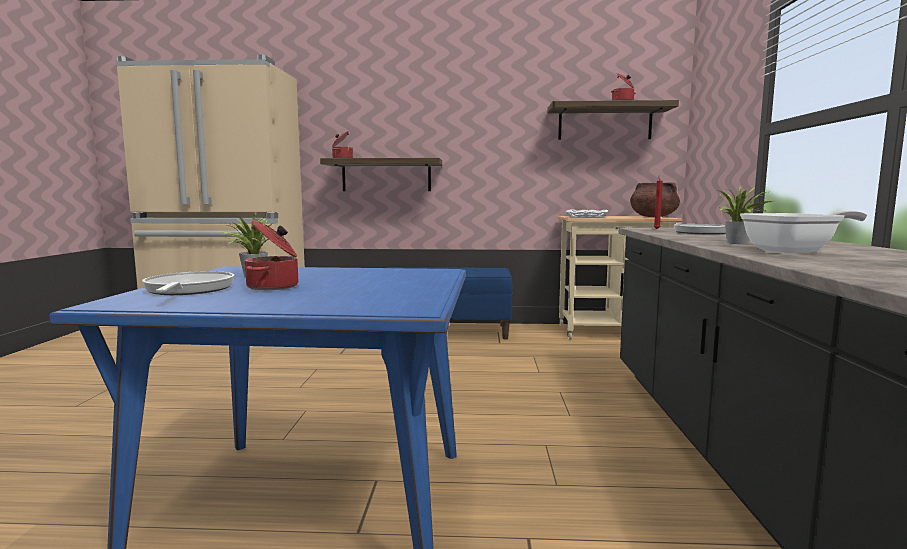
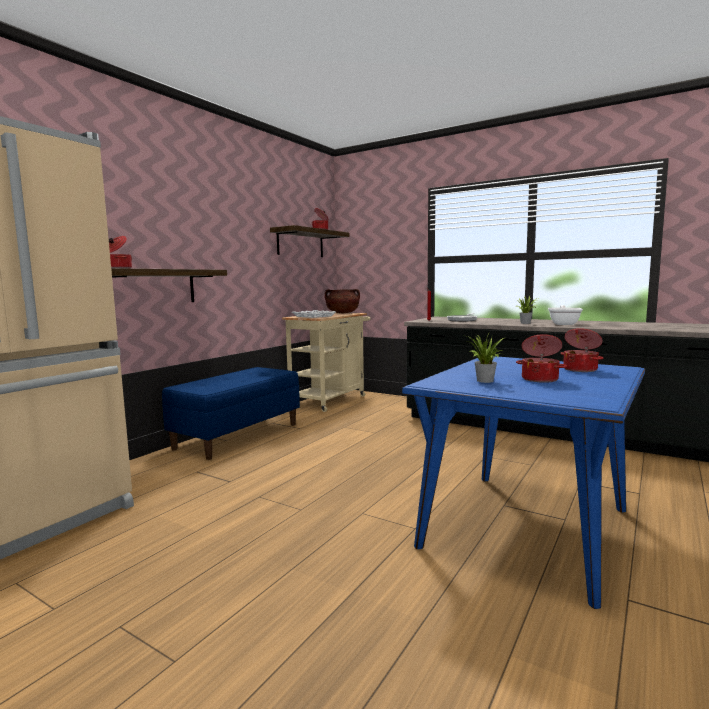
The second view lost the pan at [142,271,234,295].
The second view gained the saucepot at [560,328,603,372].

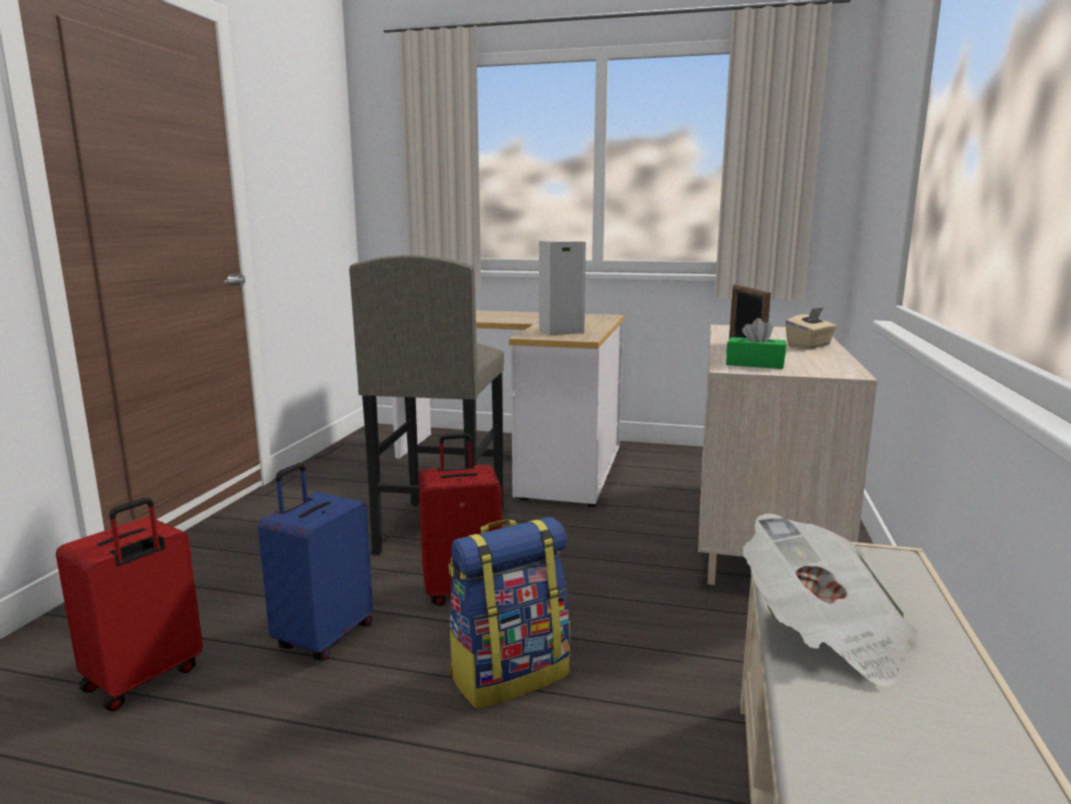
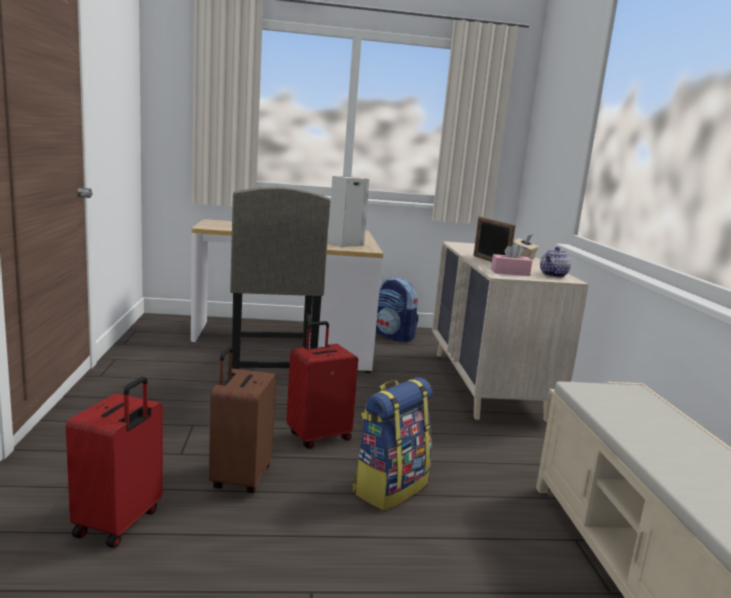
The second view lost the printed paper at [743,513,918,688].
The second view gained the knapsack at [376,277,418,342].
The second view gained the pot for tea at [540,247,571,278].
What was the blue travel case at [258,463,373,660] turned into the brownish travel case at [209,346,276,493].
What was the greenish tissue holder at [726,318,786,369] turned into the pink-coloured tissue holder at [491,243,532,276].

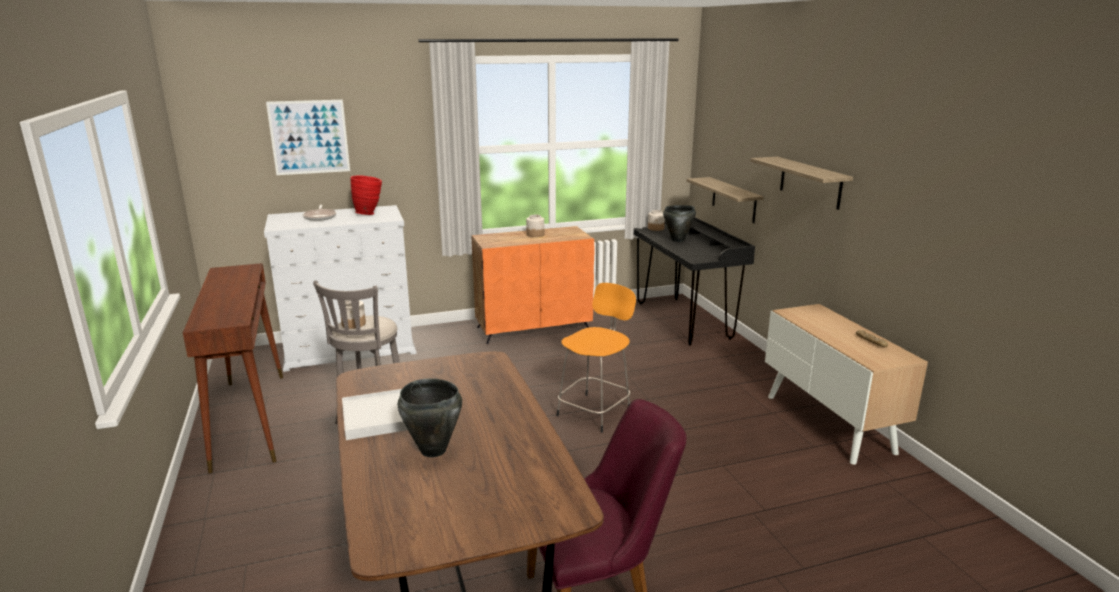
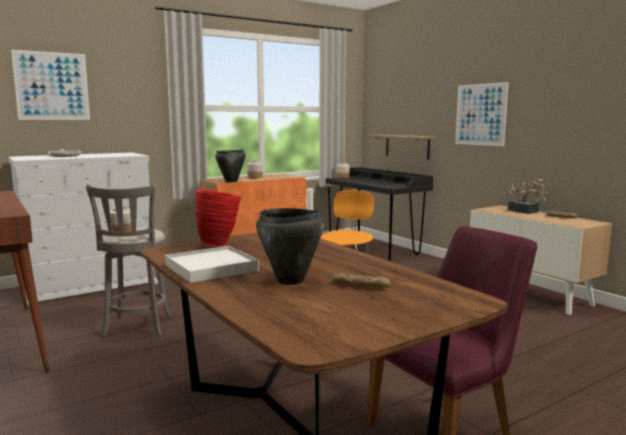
The second view gained the baked bread at [332,273,391,288].
The second view gained the plant in a pot at [504,178,550,214].
The red-coloured vase ended up elsewhere, having gone from [351,175,382,215] to [195,190,241,246].
The blackish saucepot ended up elsewhere, having gone from [663,205,696,242] to [215,149,246,182].
Where the shelf hung at [750,157,853,210], the picture came to hang at [455,82,509,146].

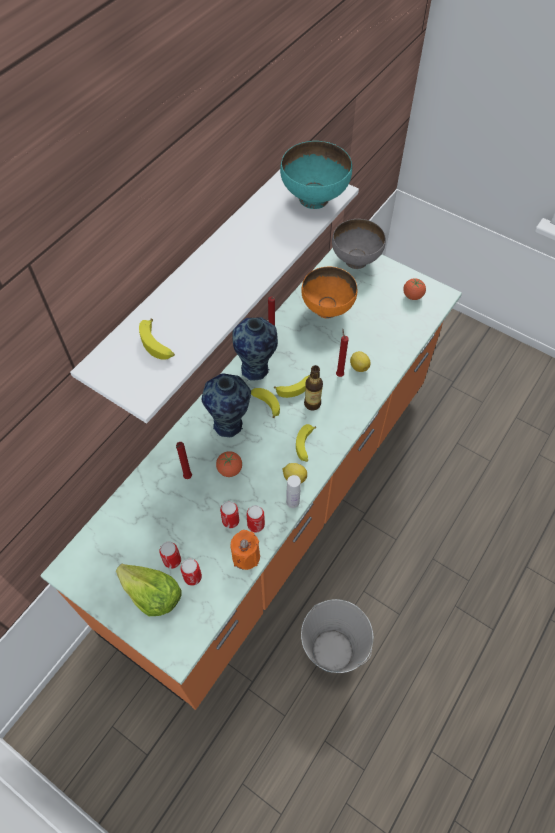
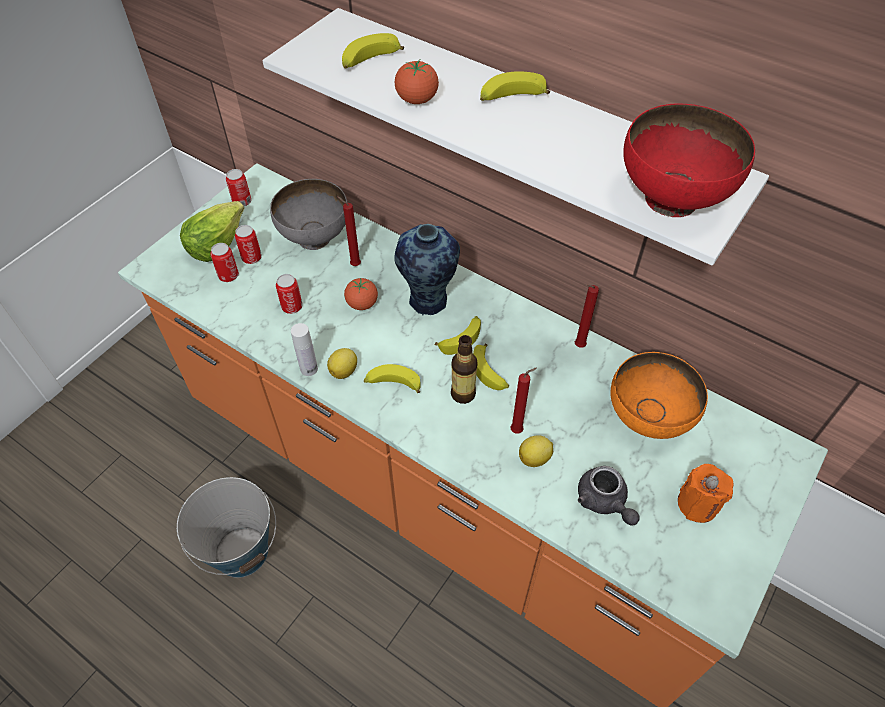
The second view lost the vase at [232,317,278,381].
The second view gained the banana fruit at [480,71,550,101].
The second view gained the greyish pot for tea at [578,466,640,526].
The orange-coloured candle ended up elsewhere, having gone from [231,530,260,570] to [678,464,733,523].
The metal can ended up elsewhere, having gone from [246,505,265,532] to [226,169,251,206].
The greyish serving bowl ended up elsewhere, having gone from [332,219,386,269] to [270,179,348,250].
The fresh tomato ended up elsewhere, having gone from [403,278,426,300] to [395,60,439,104].
What was the turquoise-coloured serving bowl at [280,141,352,209] turned into the red-coloured serving bowl at [623,104,755,217].

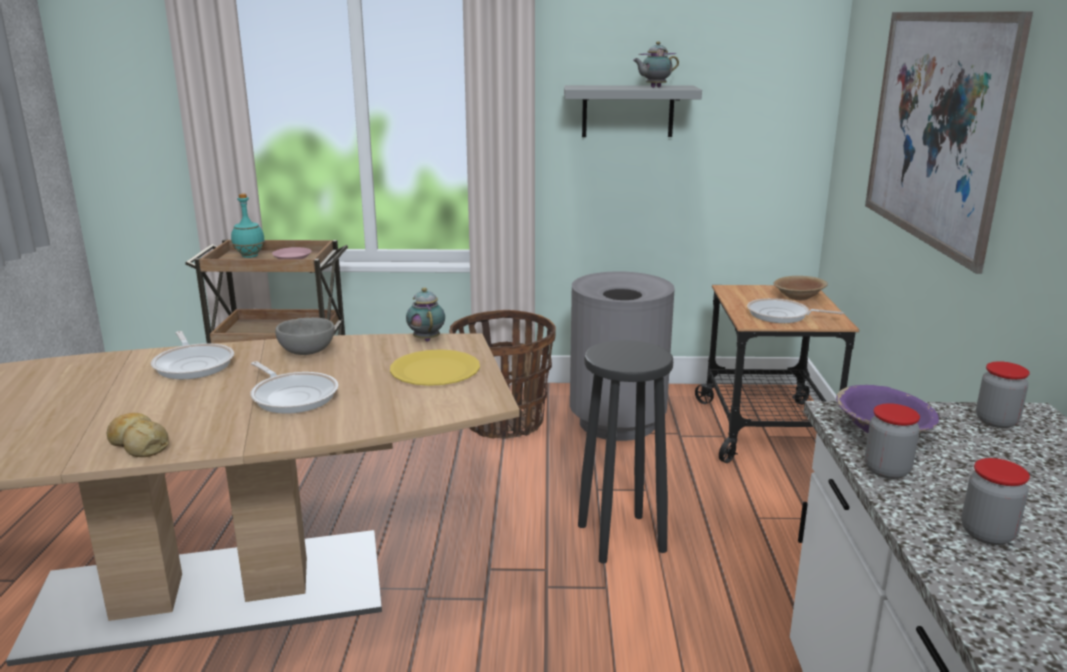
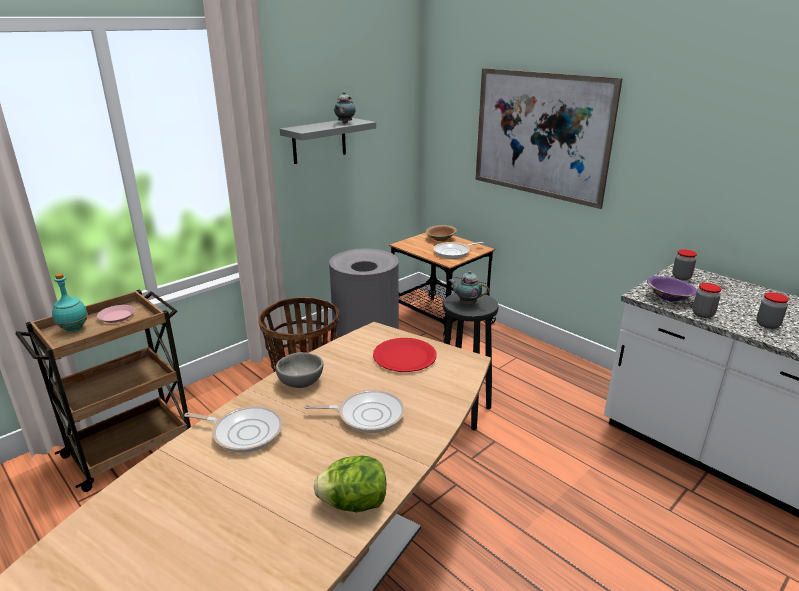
The pot for tea ended up elsewhere, having gone from [406,287,445,342] to [448,271,489,305].
Where the baked bread stood at [107,413,169,457], the lettuce came to stand at [314,456,387,512].
What was the yellow flat dish at [390,349,480,386] turned into the red-coloured flat dish at [373,338,437,372].

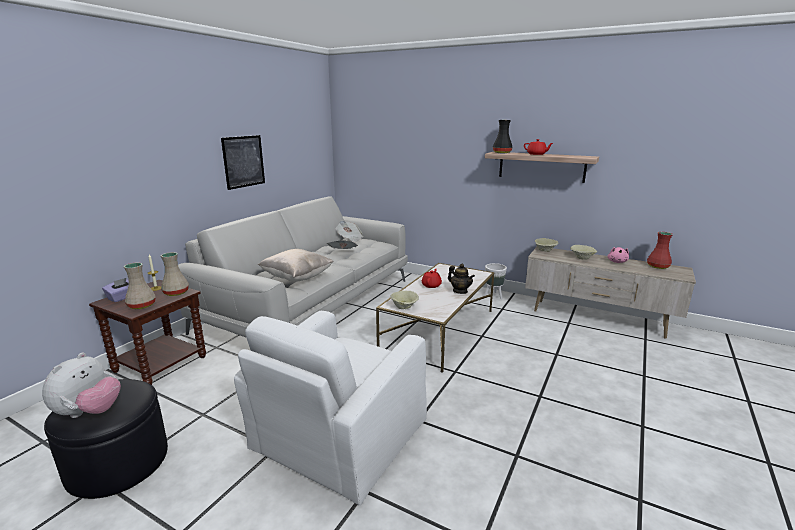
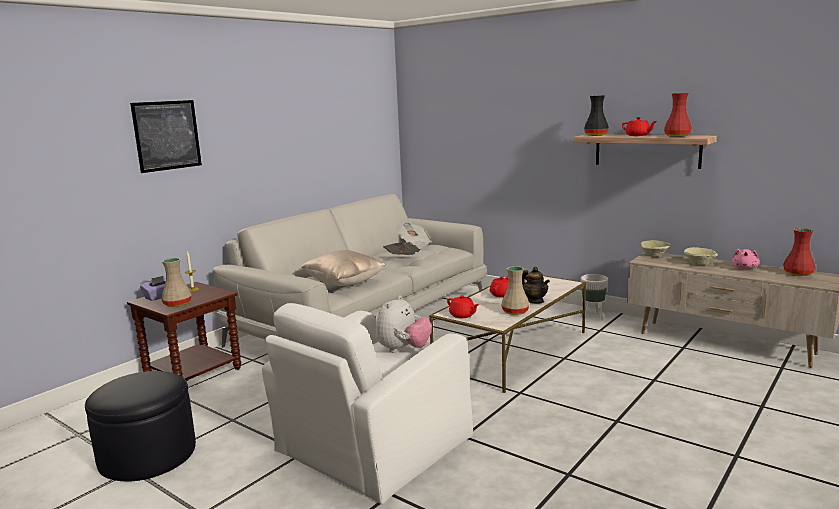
The second view gained the red-coloured vase at [664,93,692,137].
The cuddly toy ended up elsewhere, having gone from [42,353,121,418] to [376,295,432,353].
The beige-coloured vase ended up elsewhere, having gone from [161,252,189,296] to [501,266,529,315].
The picture ended up elsewhere, having gone from [221,135,265,190] to [130,100,202,173].
Where the beige-coloured serving bowl stood at [391,291,419,309], the red-coloured pot for tea came to stand at [447,295,479,318].

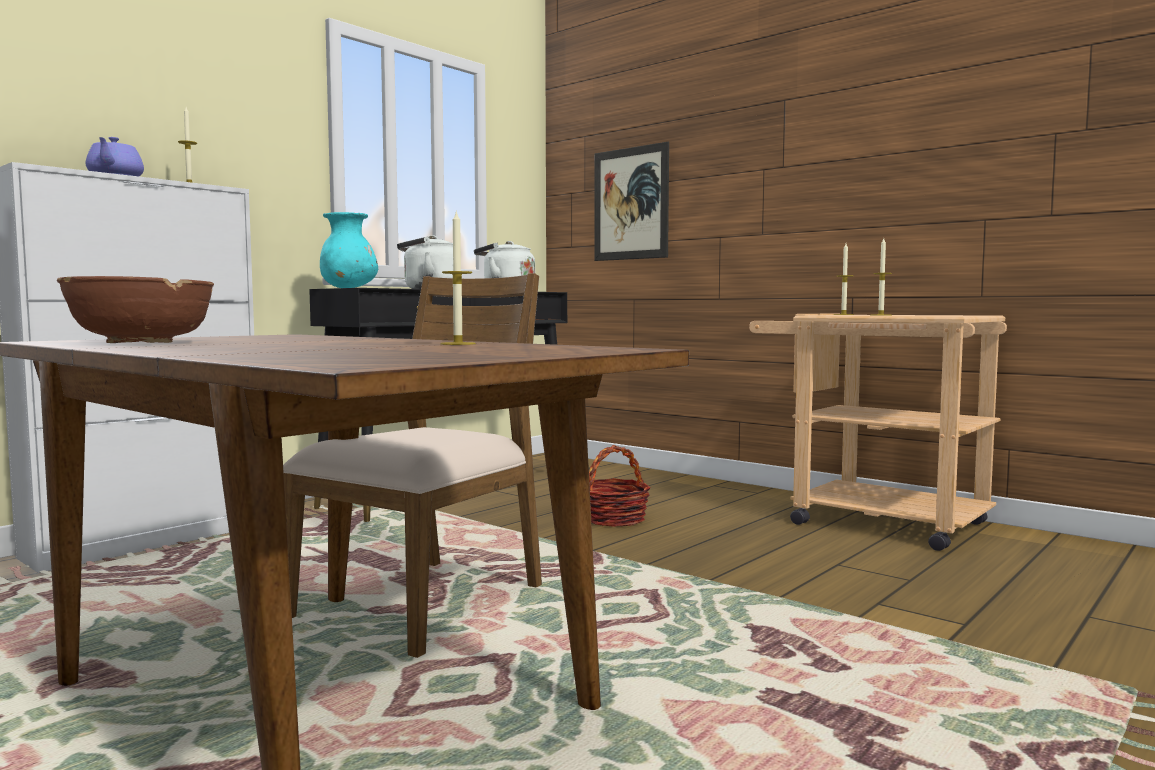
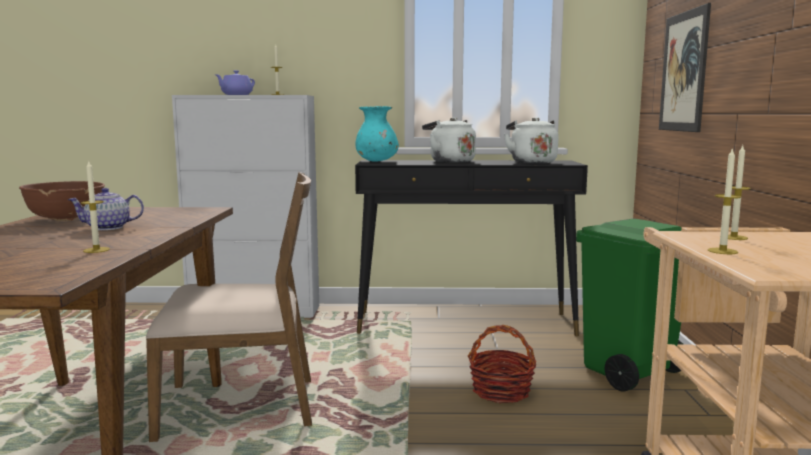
The second view gained the pot for tea at [68,188,144,230].
The second view gained the greenish waste bin at [576,219,683,392].

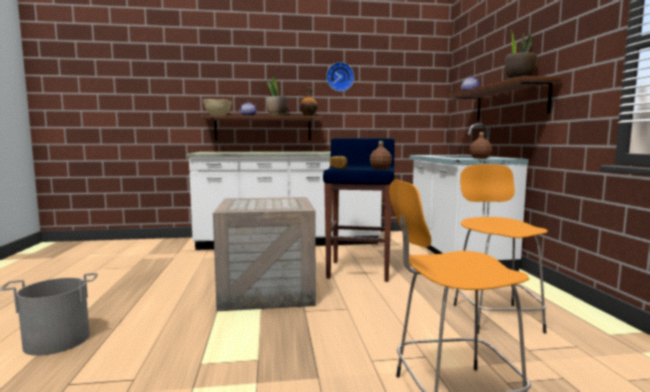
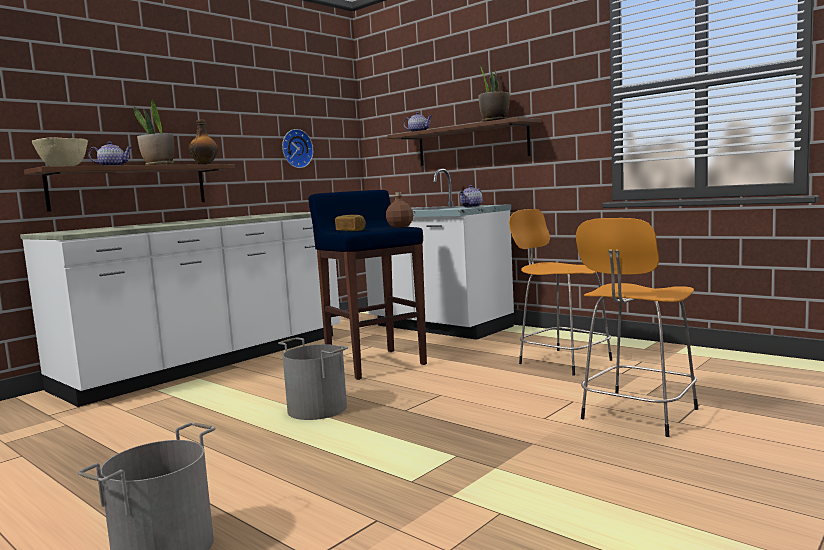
The wall clock ended up elsewhere, having gone from [326,62,354,91] to [282,129,313,168].
Where the crate stood at [213,197,316,311], the greyish pail came to stand at [278,338,348,420].
Where the brownish bottle stood at [470,132,492,159], the pot for tea came to stand at [459,185,482,208].

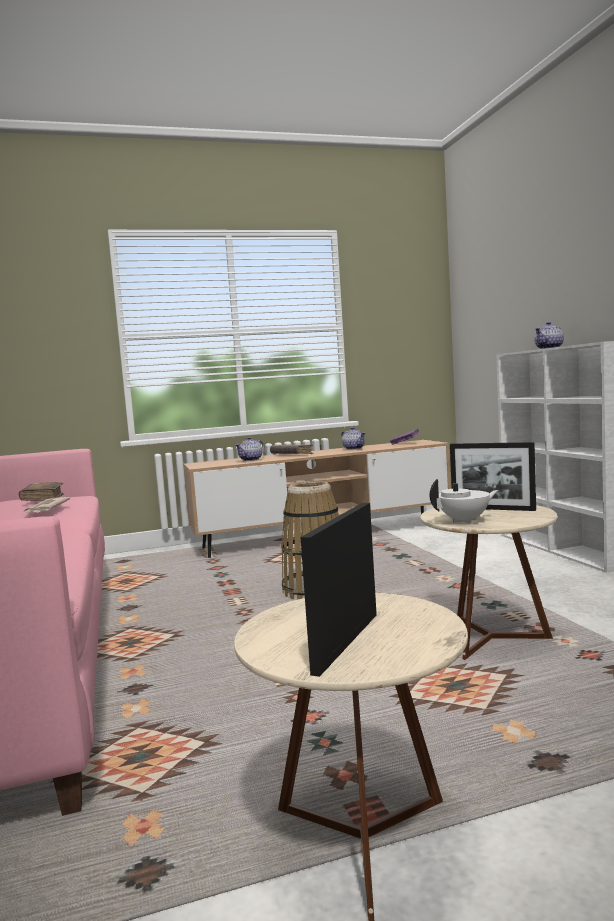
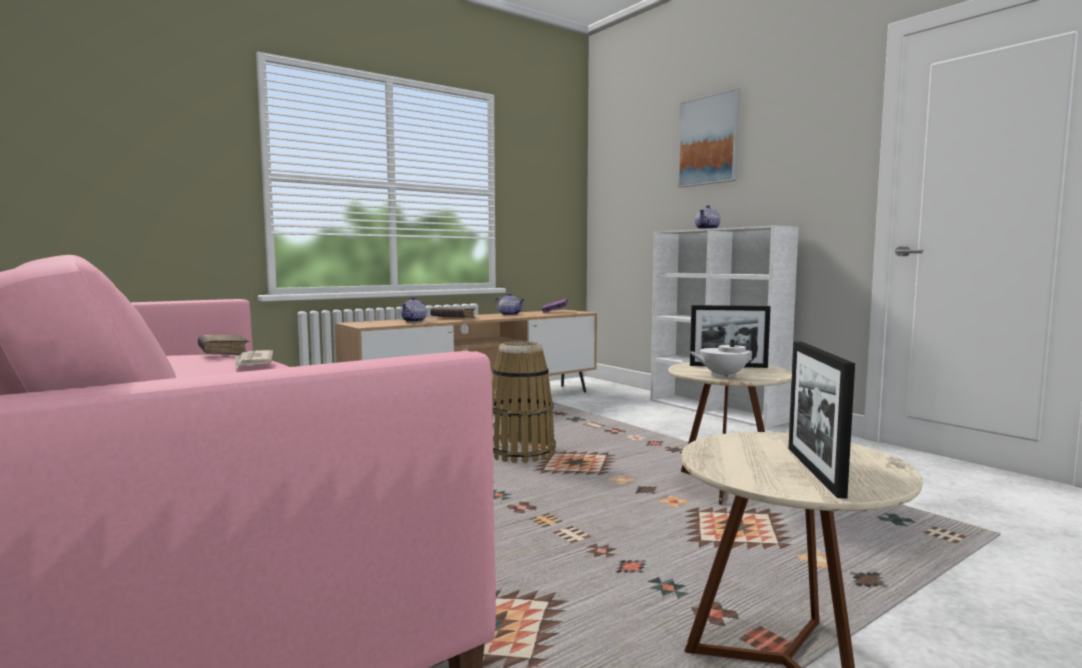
The second view gained the picture at [678,88,740,187].
The white-coloured pot for tea at [430,479,498,524] ended up facing another way, 150 degrees counterclockwise from before.

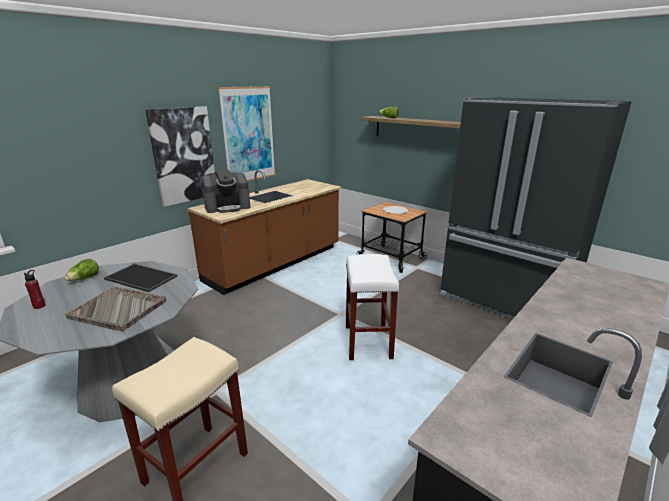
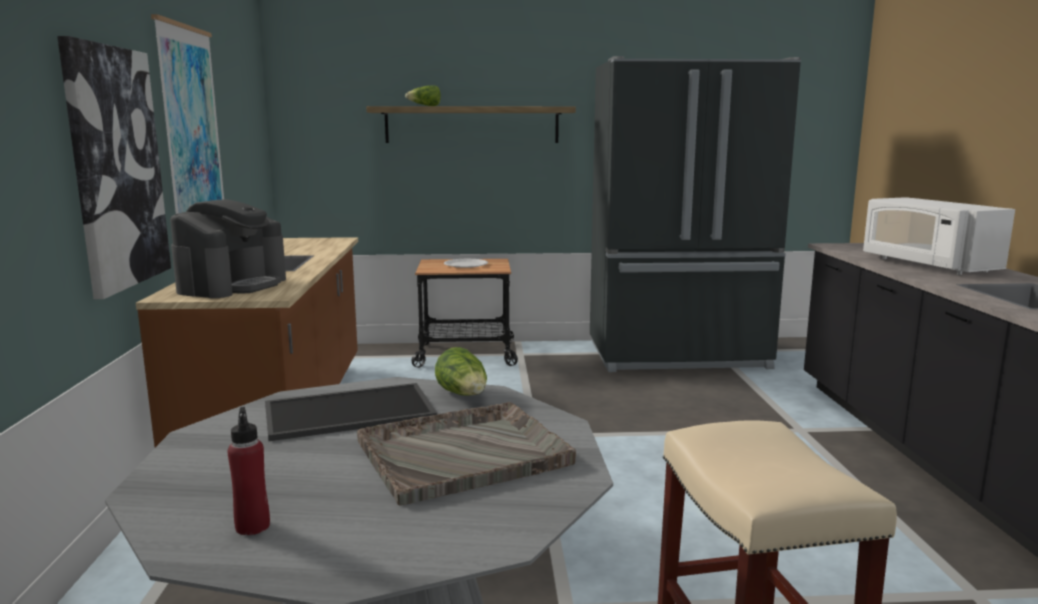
The second view lost the white-coloured stool seat at [346,254,399,360].
The second view gained the white-coloured kitchen microwave at [863,197,1015,275].
The lettuce ended up elsewhere, having gone from [65,259,99,281] to [435,347,487,395].

